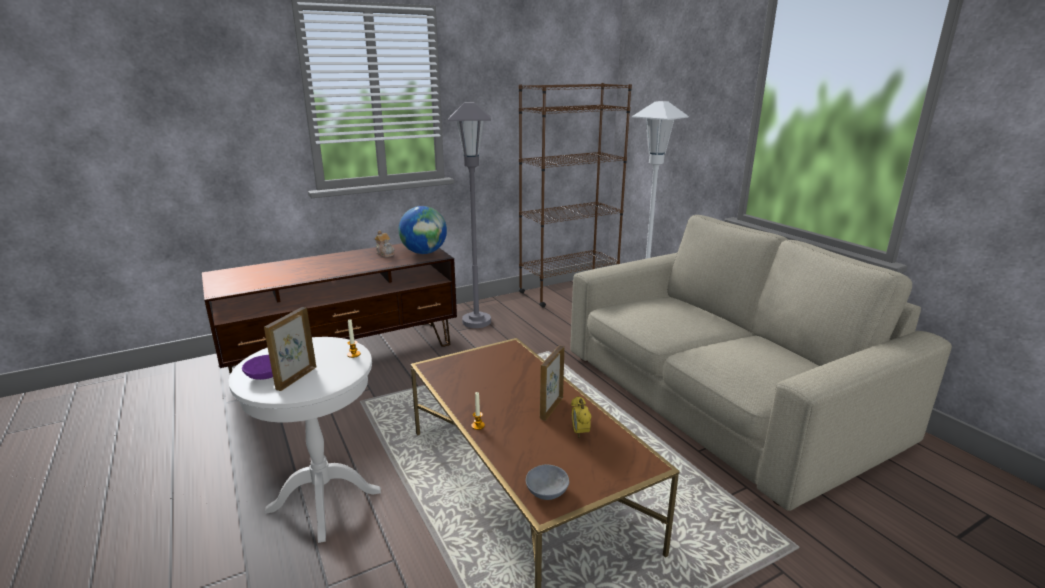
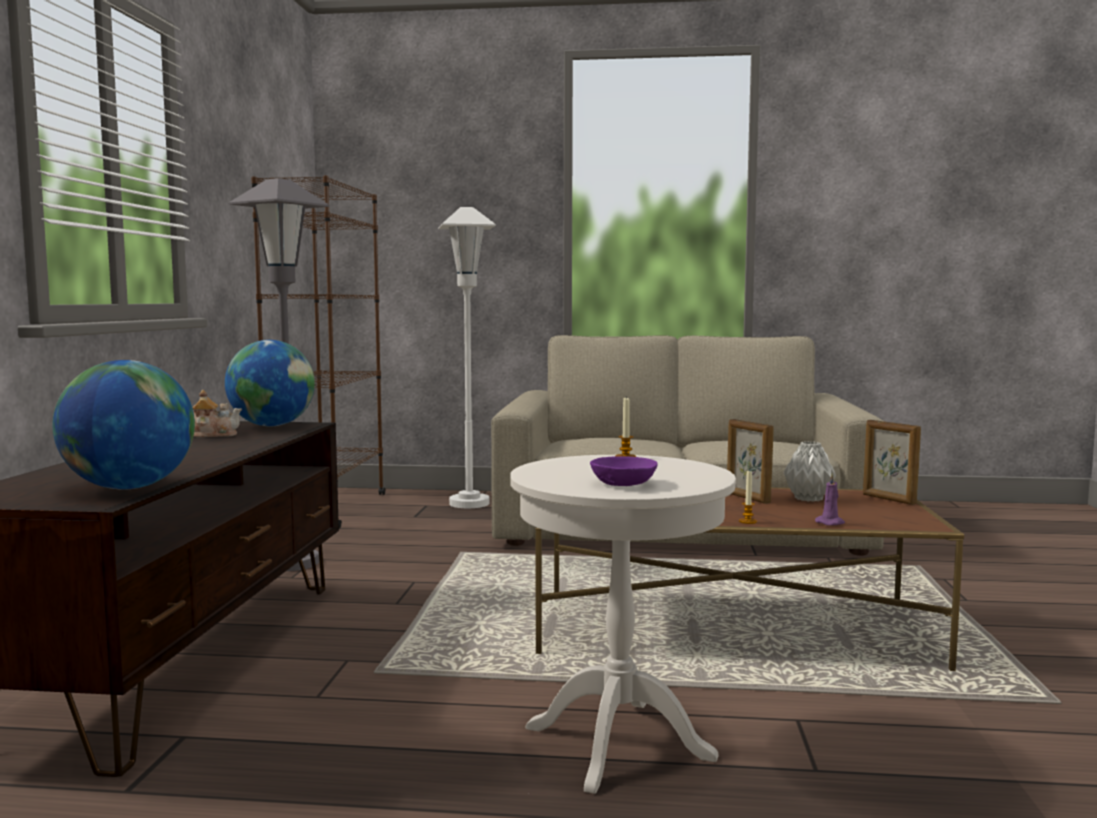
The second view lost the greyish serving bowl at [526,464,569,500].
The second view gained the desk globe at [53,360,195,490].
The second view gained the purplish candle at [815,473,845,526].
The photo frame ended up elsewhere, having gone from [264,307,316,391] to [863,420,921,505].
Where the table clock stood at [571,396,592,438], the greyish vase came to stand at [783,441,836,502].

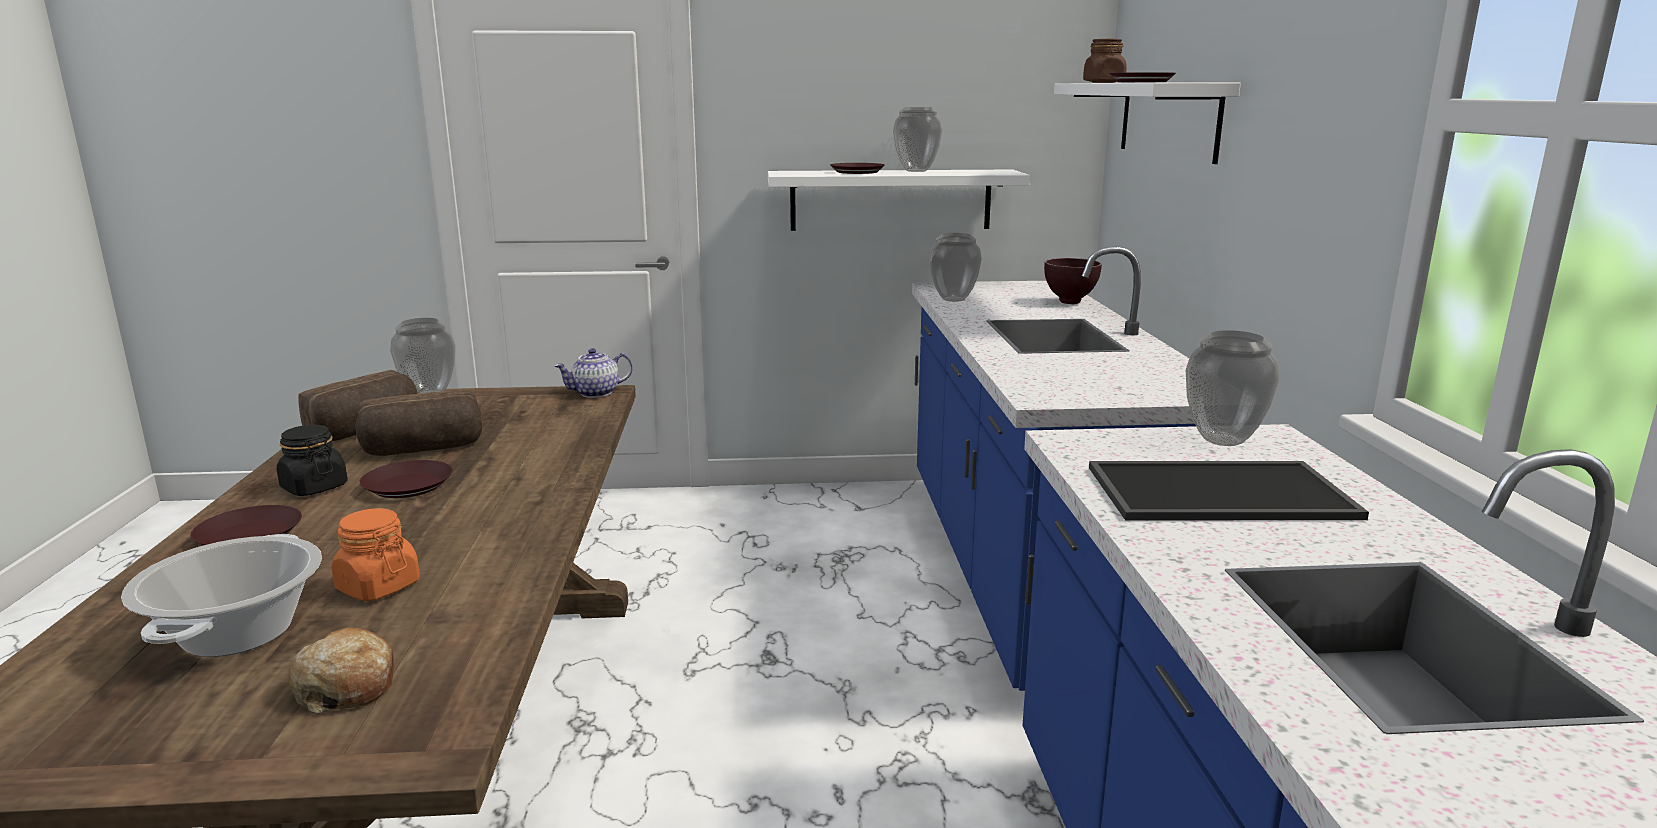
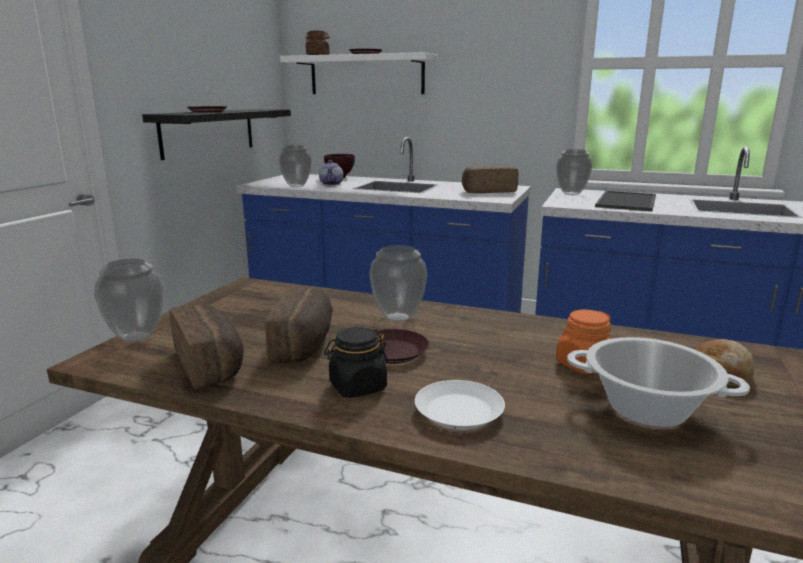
The second view gained the baked bread at [462,166,518,193].
The pot for tea ended up elsewhere, having gone from [554,348,633,398] to [319,160,343,185].
The vase ended up elsewhere, having gone from [893,107,942,172] to [369,245,428,322].
What was the brownish flat dish at [191,505,302,545] turned into the white-coloured flat dish at [415,380,505,430].
What was the white-coloured shelf at [768,170,1030,231] turned into the blackish shelf at [142,109,291,160].

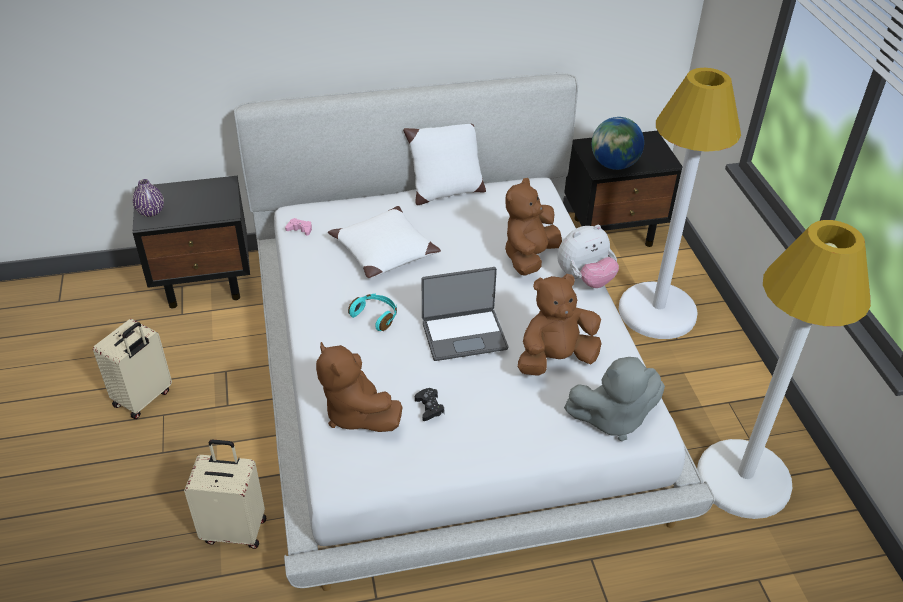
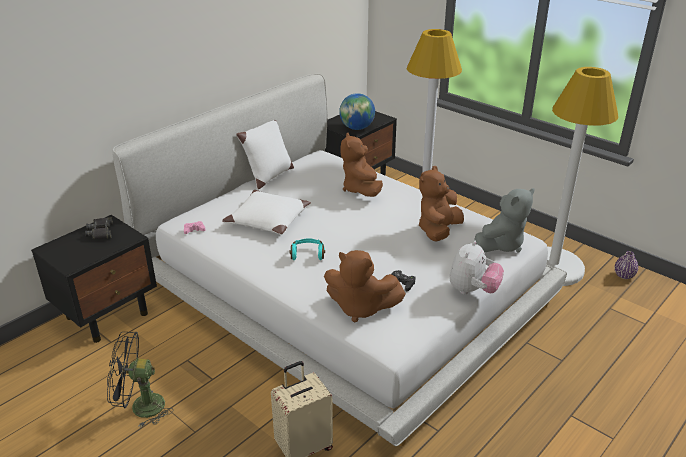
The second view lost the notebook computer at [422,267,508,361].
The second view gained the blackish pair of binoculars at [85,217,113,239].
The purplish vase ended up elsewhere, having gone from [133,179,164,217] to [614,251,638,279].
The cuddly toy ended up elsewhere, having gone from [557,225,619,288] to [450,240,504,294].
Where the beige-coloured travel case stood at [93,319,172,419], the blackish electric fan came to stand at [107,332,174,427].

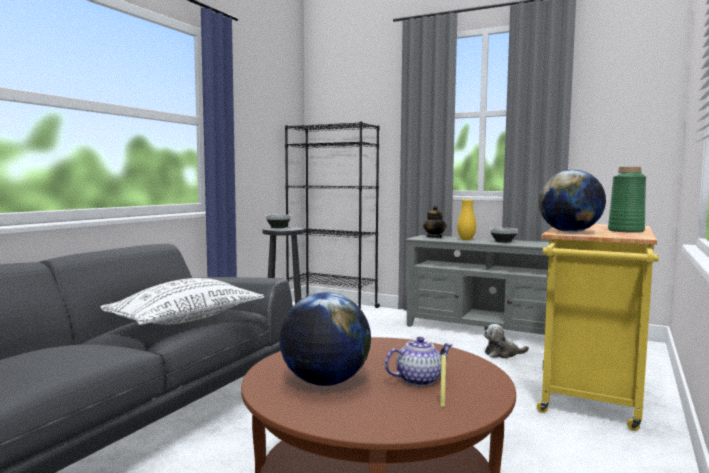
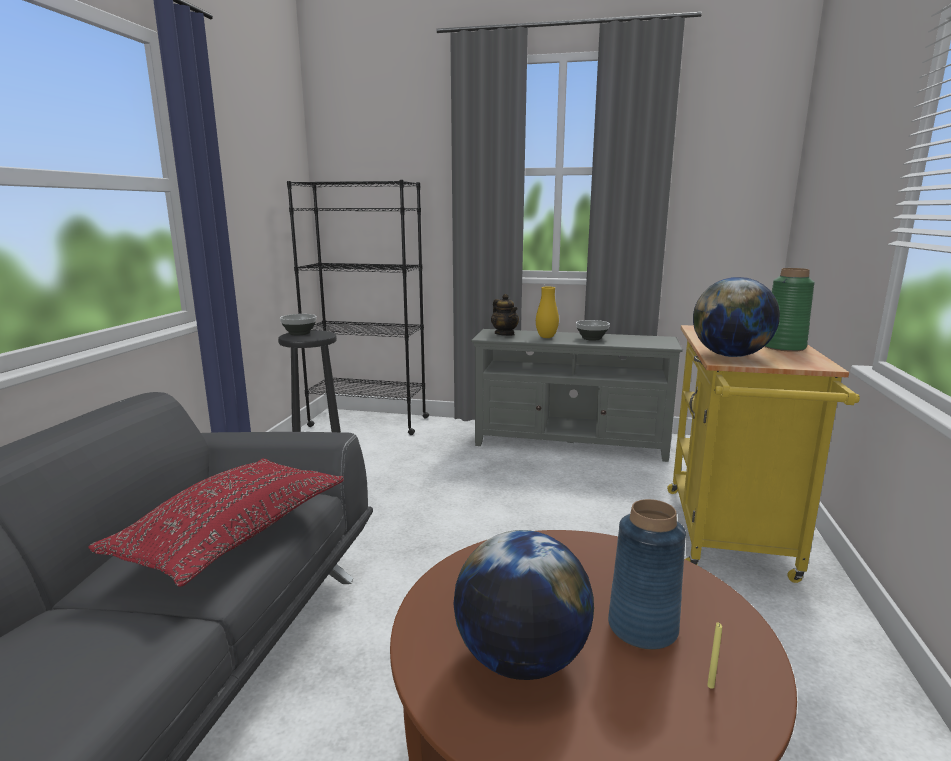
The second view lost the cuddly toy at [484,324,529,358].
Where the pot for tea stood at [385,337,453,386], the blue vase came to stand at [608,499,686,650].
What was the white-coloured cushion at [100,278,264,325] turned into the red-coloured cushion at [88,458,344,587].

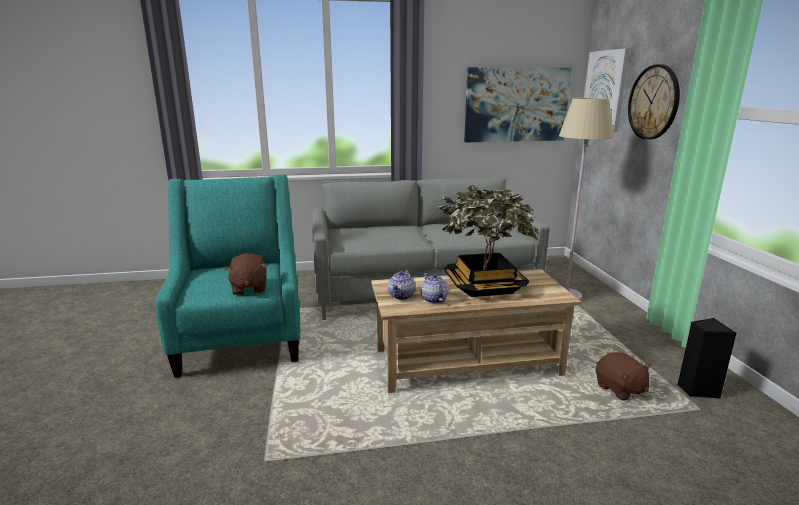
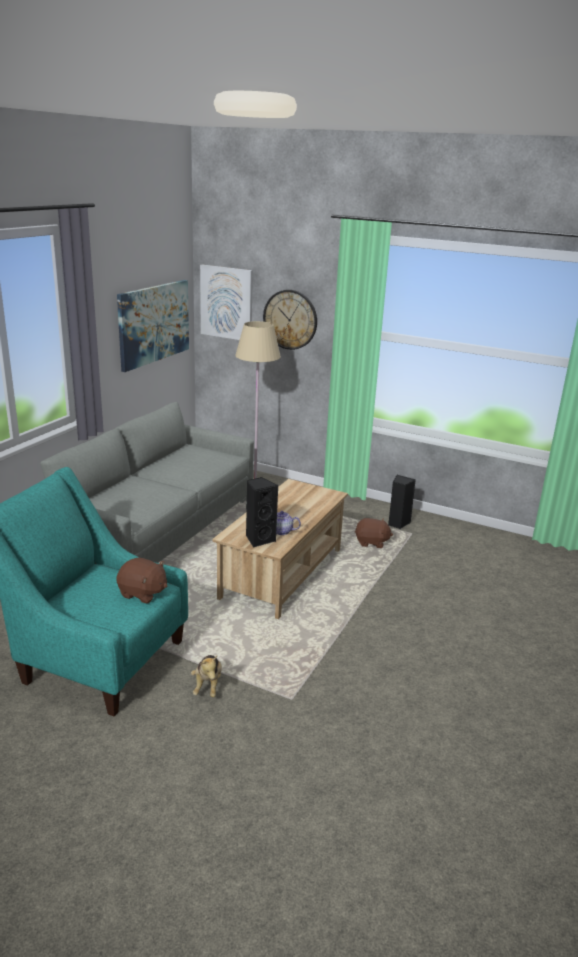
The second view lost the plant in a pot at [437,184,539,297].
The second view gained the cuddly toy at [191,655,222,697].
Where the pot for tea stood at [388,270,415,300], the blackish speaker came to stand at [246,477,279,548].

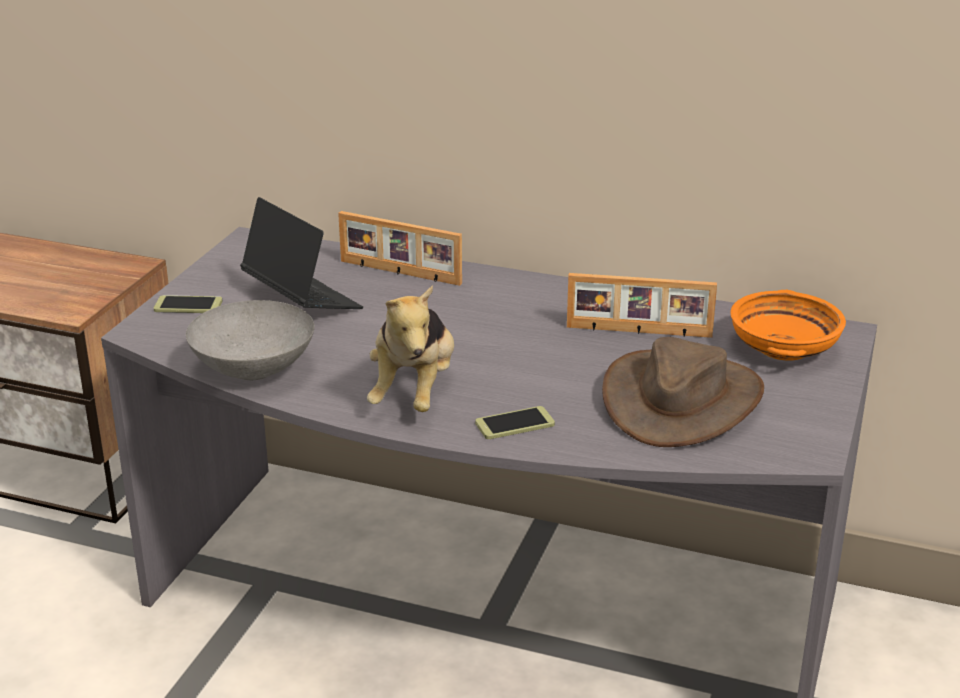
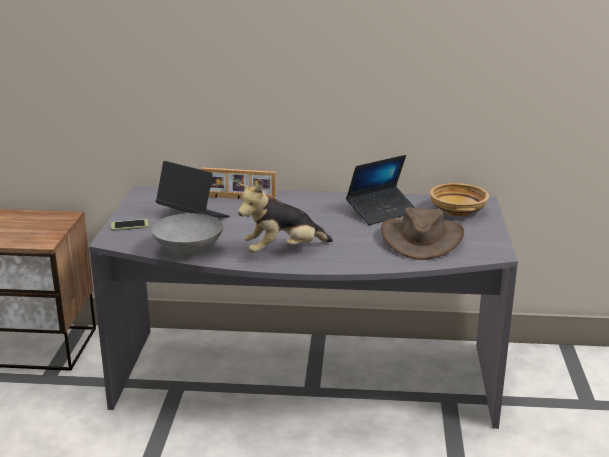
The second view lost the handset at [475,406,555,439].
Where the photo frame stood at [567,273,717,338], the notebook computer came to stand at [346,155,416,225].
What was the orange-coloured serving bowl at [730,290,846,361] turned into the beige-coloured serving bowl at [430,183,489,216].
The cuddly toy at [367,285,454,412] ended up facing another way, 75 degrees clockwise from before.

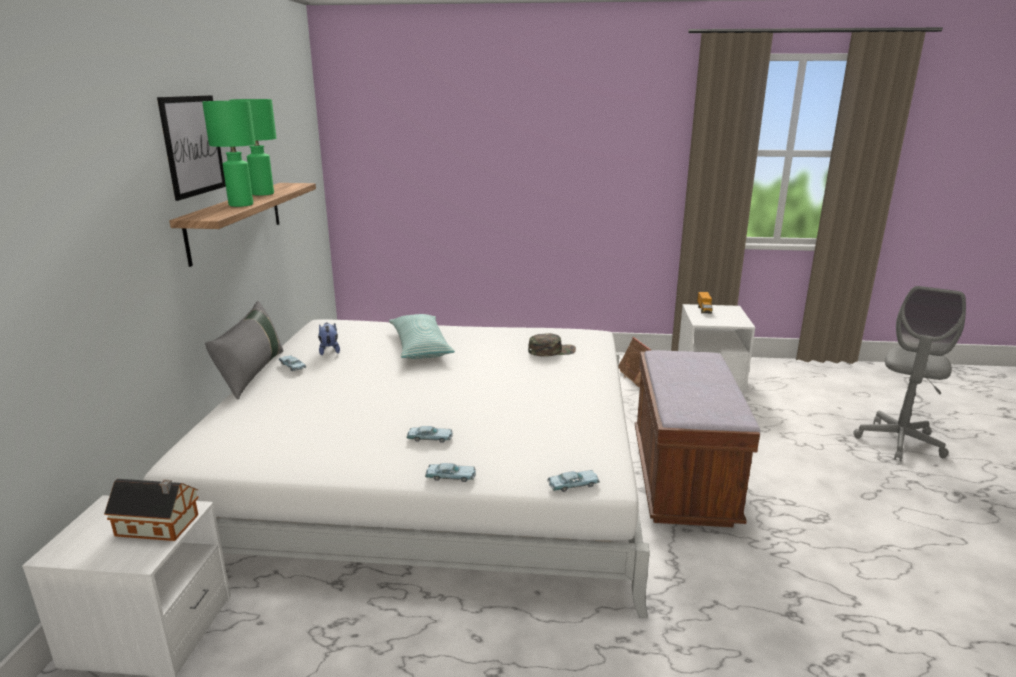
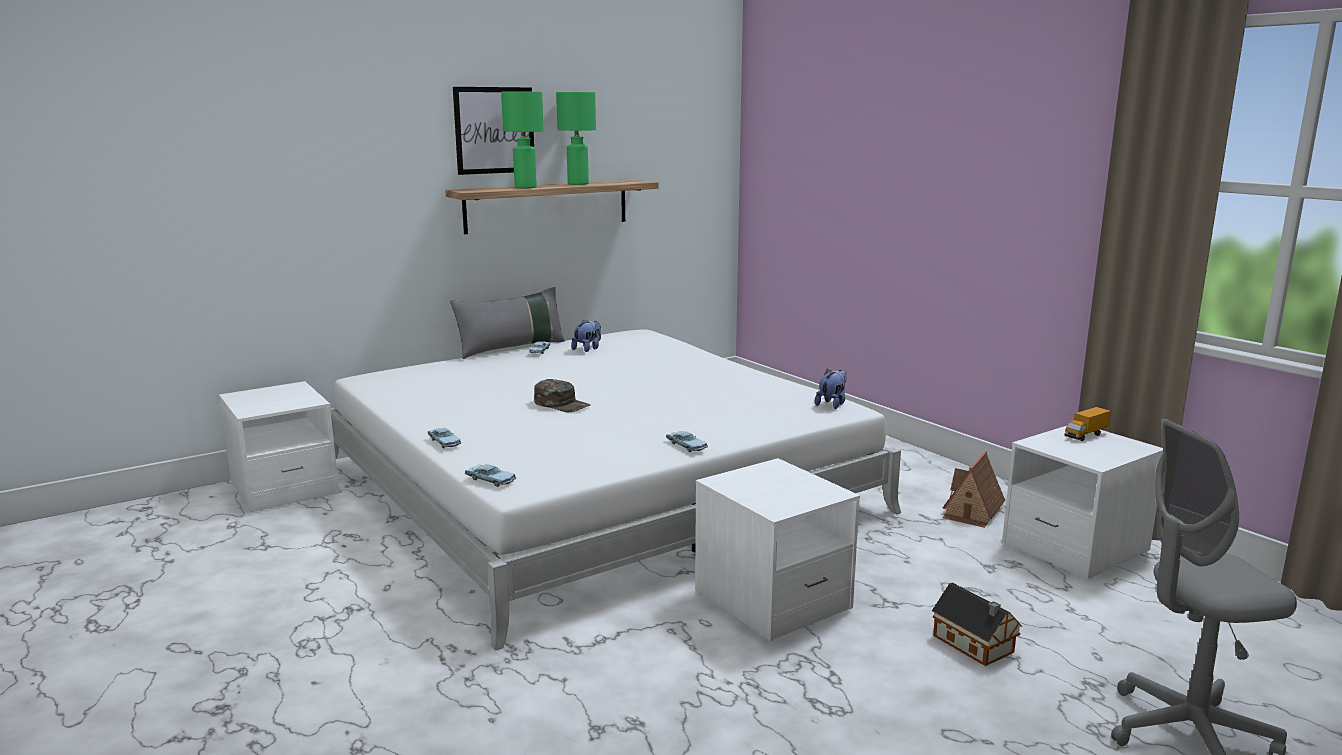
The second view lost the cushion at [389,314,455,359].
The second view gained the cuddly toy at [815,369,847,409].
The miniature house ended up elsewhere, having gone from [104,479,199,541] to [932,583,1022,666].
The blue miniature car ended up elsewhere, having gone from [406,426,453,443] to [666,431,708,452].
The greenish peaked cap ended up elsewhere, having gone from [528,333,576,357] to [534,379,591,412].
Where the brownish bench stood at [635,350,760,527], the white-coloured night table came to stand at [695,458,860,641].

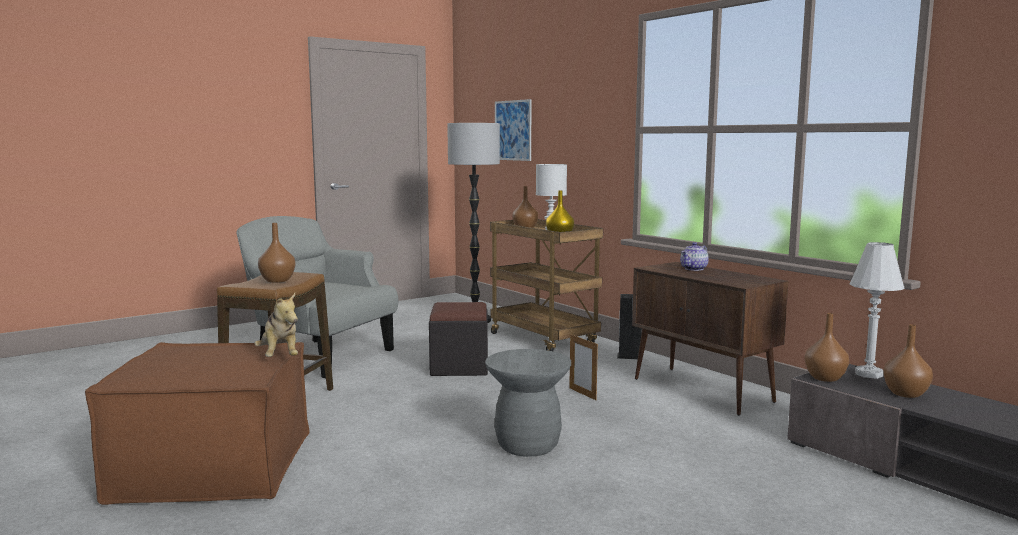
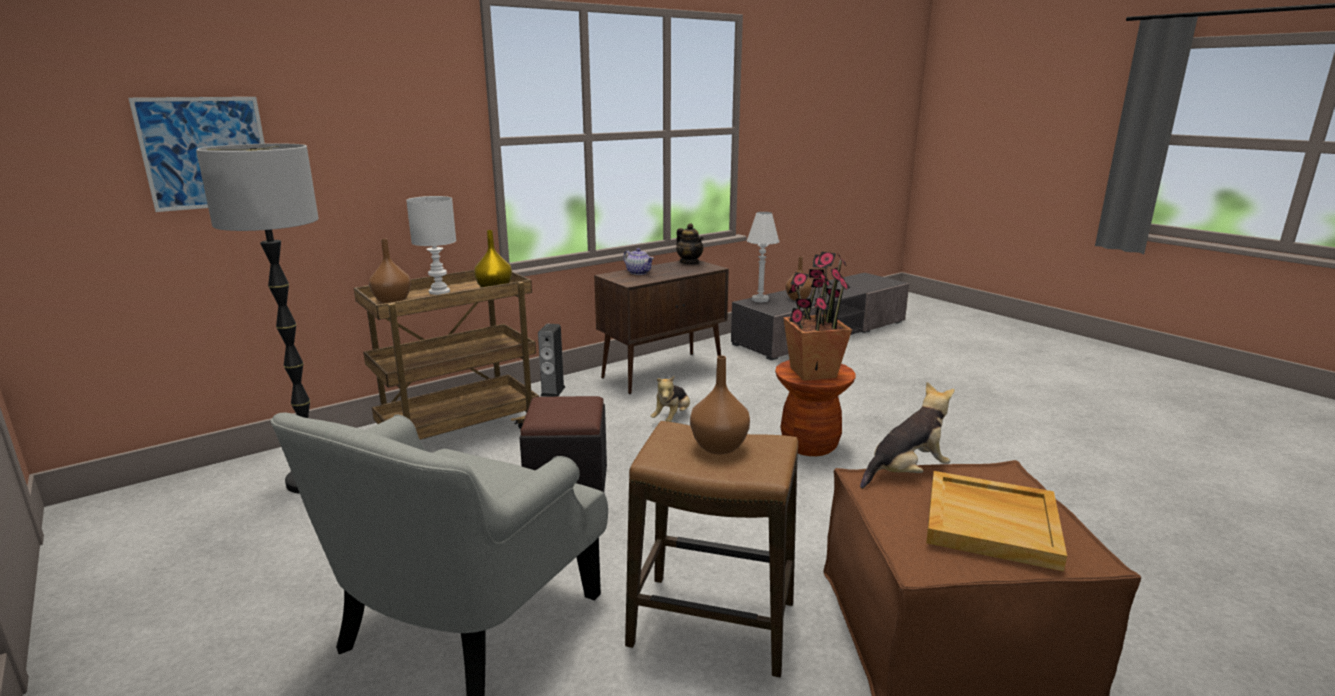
The second view lost the brownish vase at [805,313,849,382].
The second view gained the pot for tea at [676,223,704,264].
The second view gained the plant in a pot at [783,252,852,381].
The second view gained the beige-coloured tray at [926,471,1067,571].
Where the photo frame stood at [569,334,598,400], the cuddly toy came to stand at [650,376,690,422].
What was the greyish stool seat at [485,349,571,457] turned into the brownish stool seat at [775,360,855,456].

